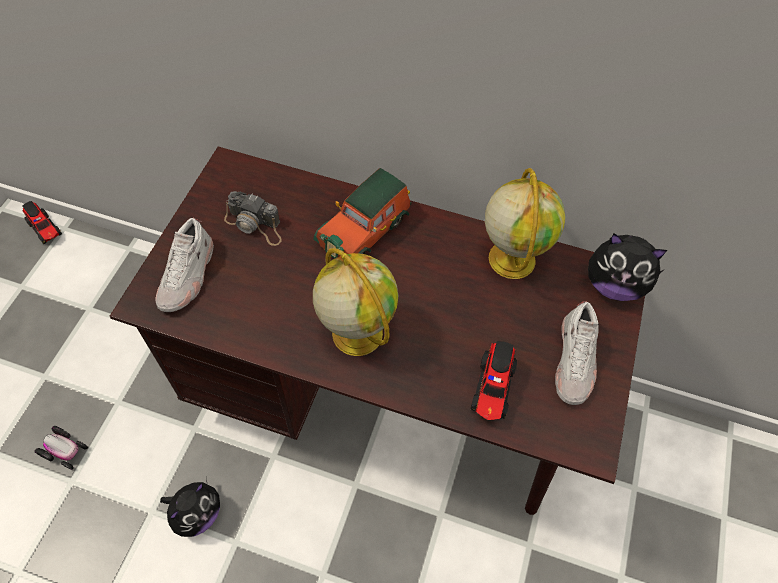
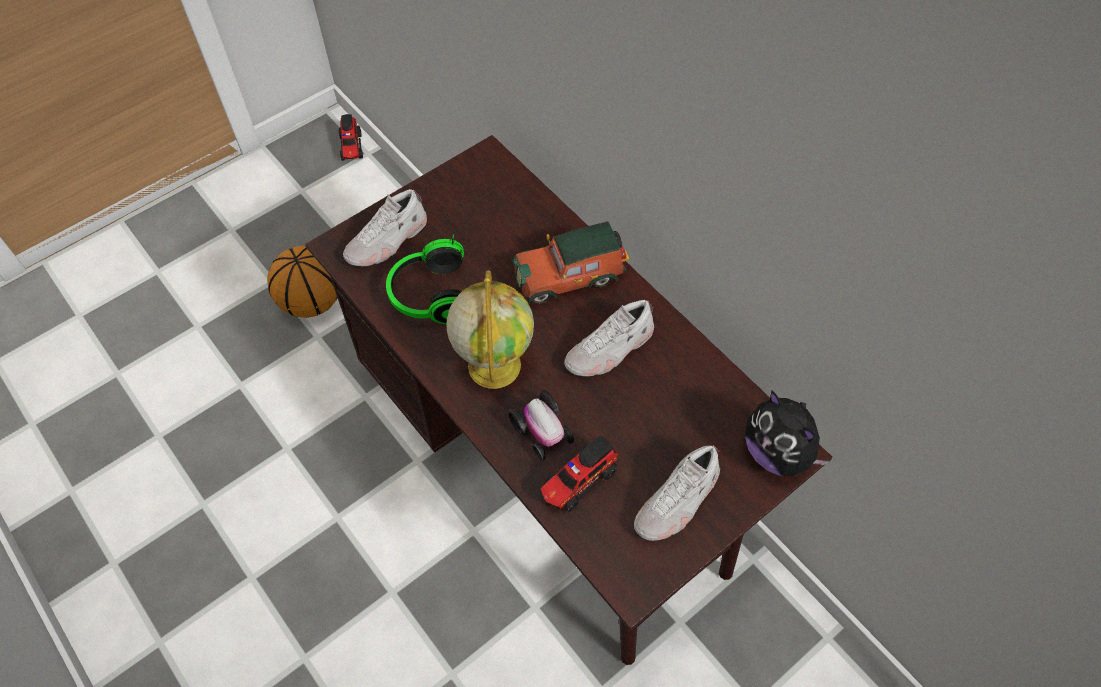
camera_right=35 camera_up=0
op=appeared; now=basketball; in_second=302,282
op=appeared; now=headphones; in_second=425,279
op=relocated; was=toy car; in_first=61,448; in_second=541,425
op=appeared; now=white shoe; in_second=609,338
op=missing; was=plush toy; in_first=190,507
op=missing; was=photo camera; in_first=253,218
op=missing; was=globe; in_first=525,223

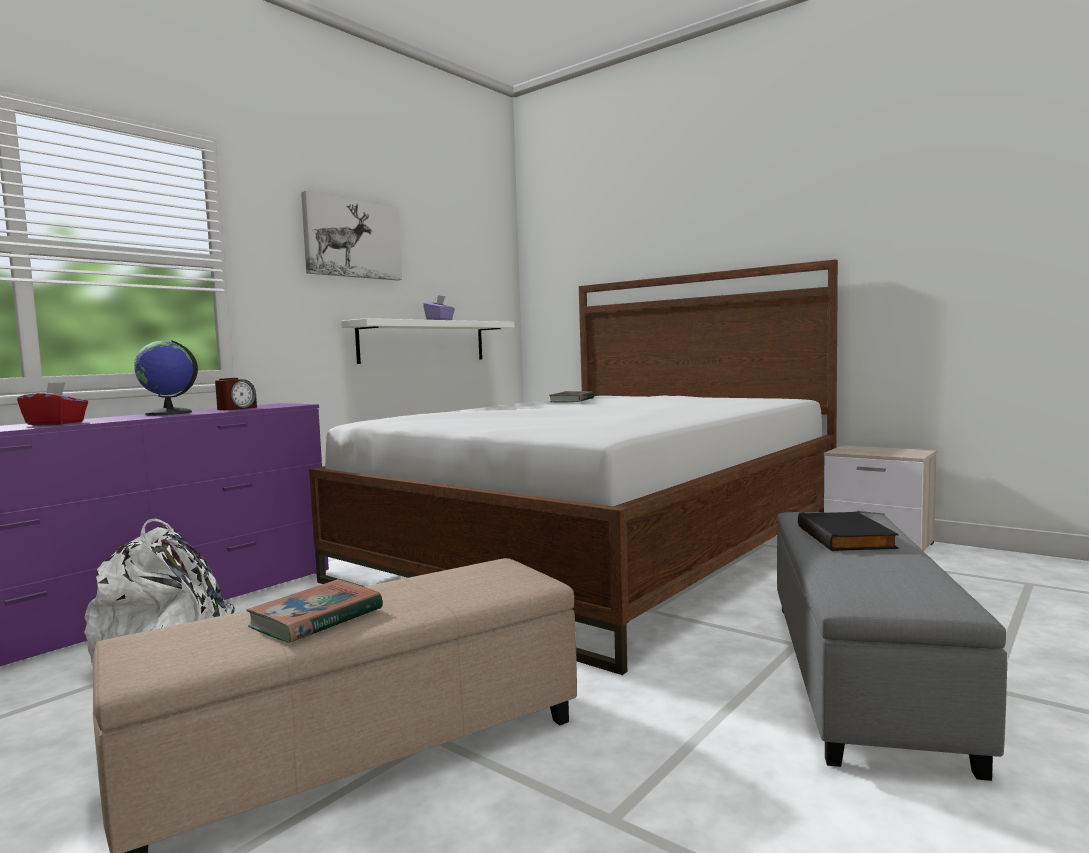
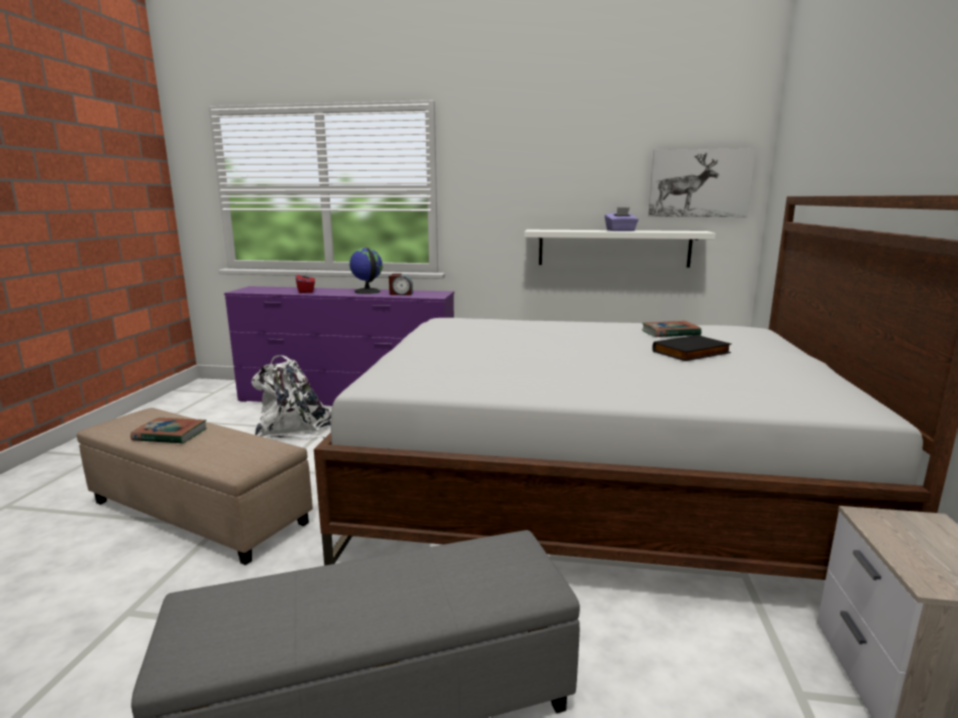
camera_right=60 camera_up=10
op=relocated; was=picture; in_first=351,235; in_second=702,182
op=relocated; was=black book; in_first=848,531; in_second=691,348

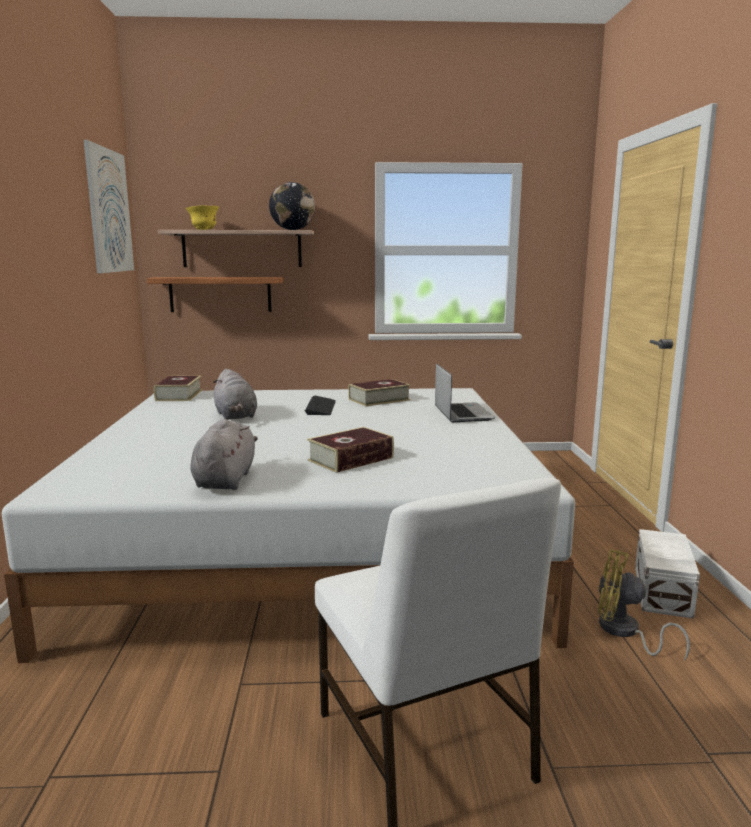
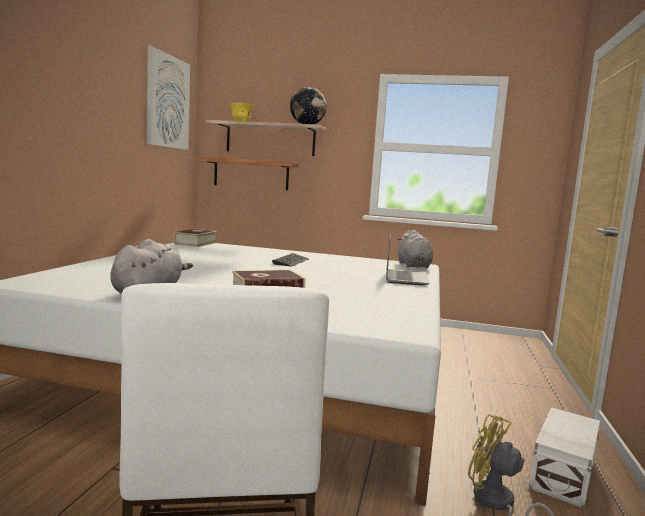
camera_right=15 camera_up=-5
op=relocated; was=grey plush toy; in_first=235,394; in_second=415,249
op=missing; was=book; in_first=379,392

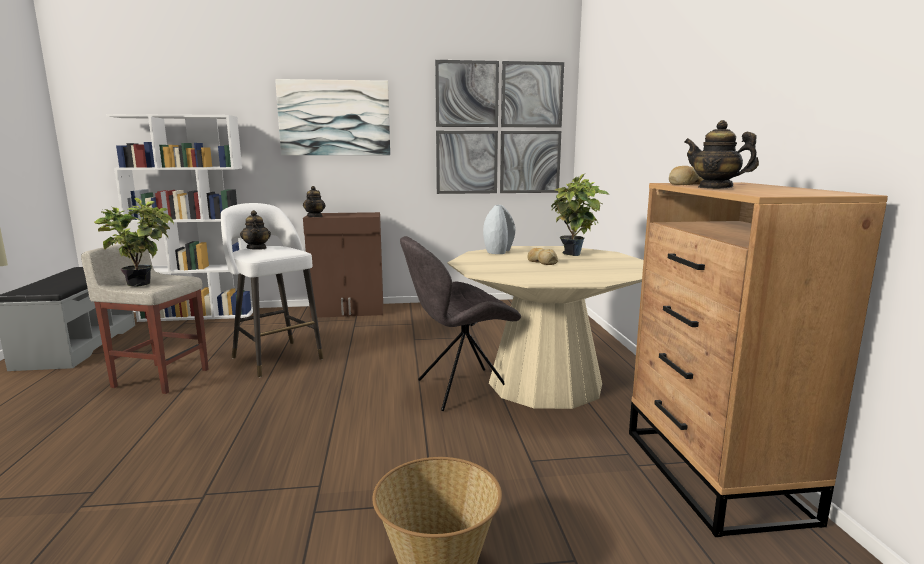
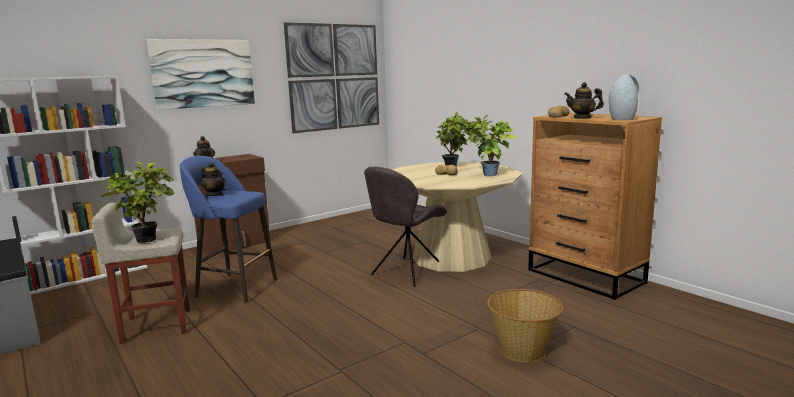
camera_right=-30 camera_up=0
op=colour; was=white stool; now=blue stool; in_first=272,290; in_second=228,229
op=appeared; now=potted plant; in_second=490,145
op=relocated; was=grey vase; in_first=499,229; in_second=624,97

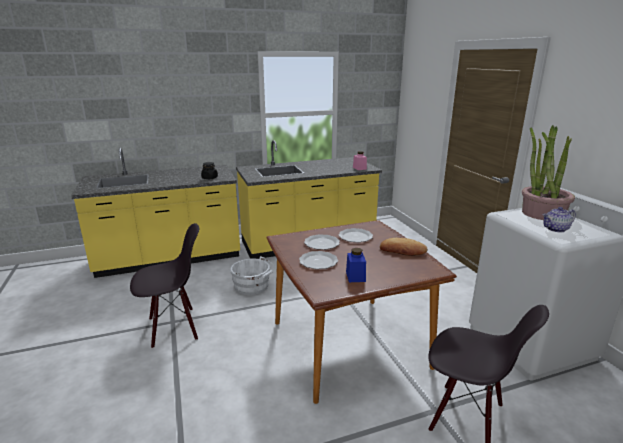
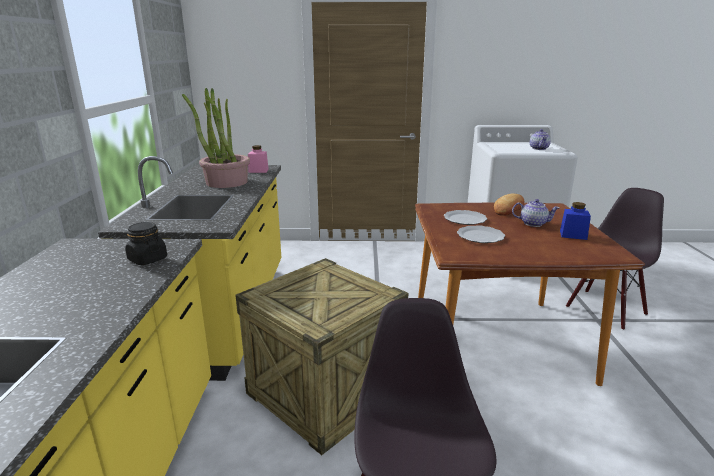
camera_right=-70 camera_up=0
op=relocated; was=potted plant; in_first=548,172; in_second=216,138
op=exchanged; was=white bucket; now=crate; in_first=252,275; in_second=321,356
op=appeared; now=teapot; in_second=535,213
op=missing; was=plate; in_first=318,260

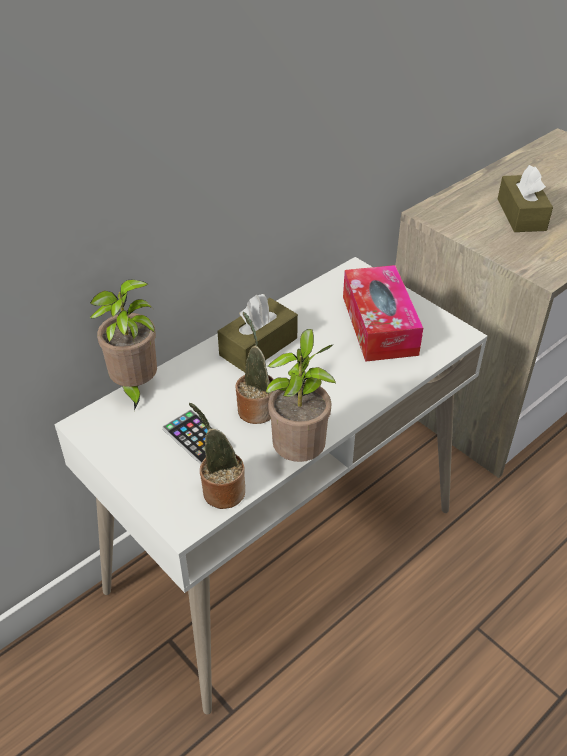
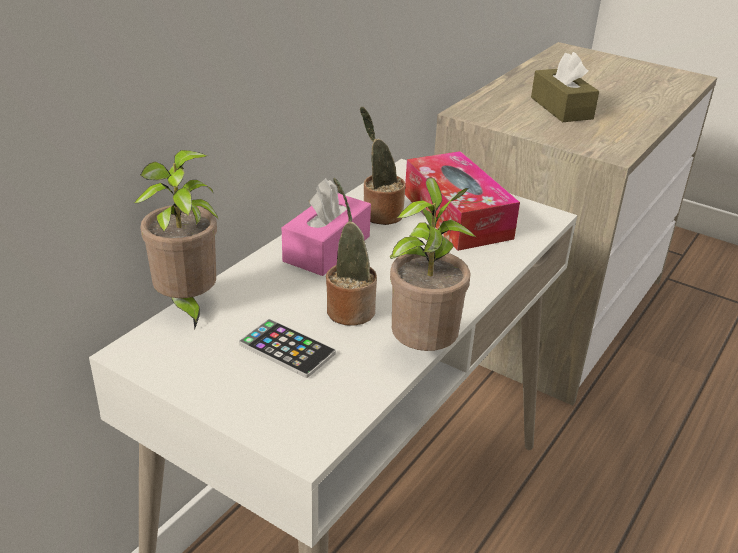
camera_right=-15 camera_up=-10
op=colour; was=brown tissue box; now=pink tissue box; in_first=257,333; in_second=326,227
op=relocated; was=potted plant; in_first=217,456; in_second=382,166

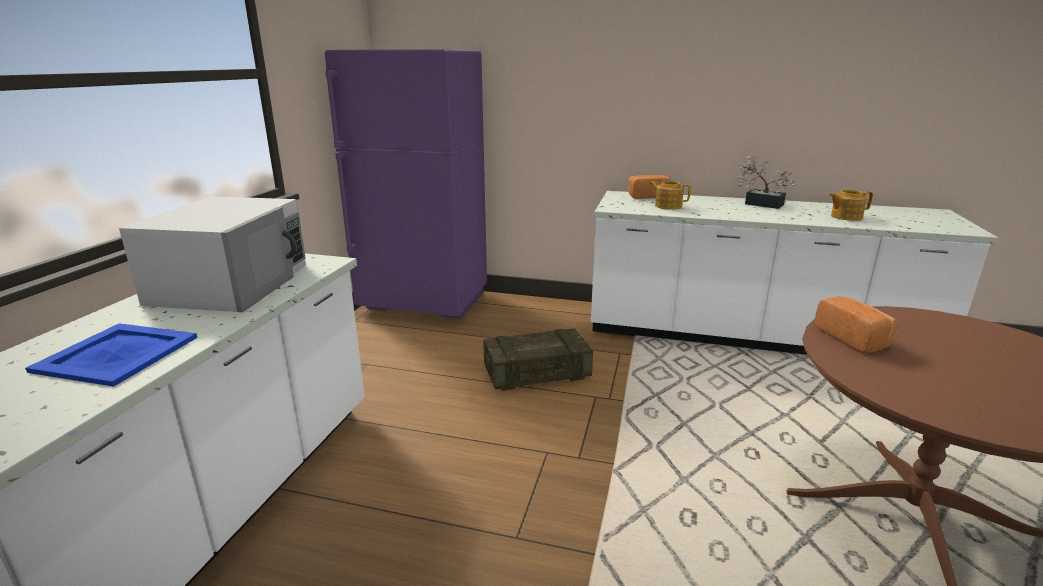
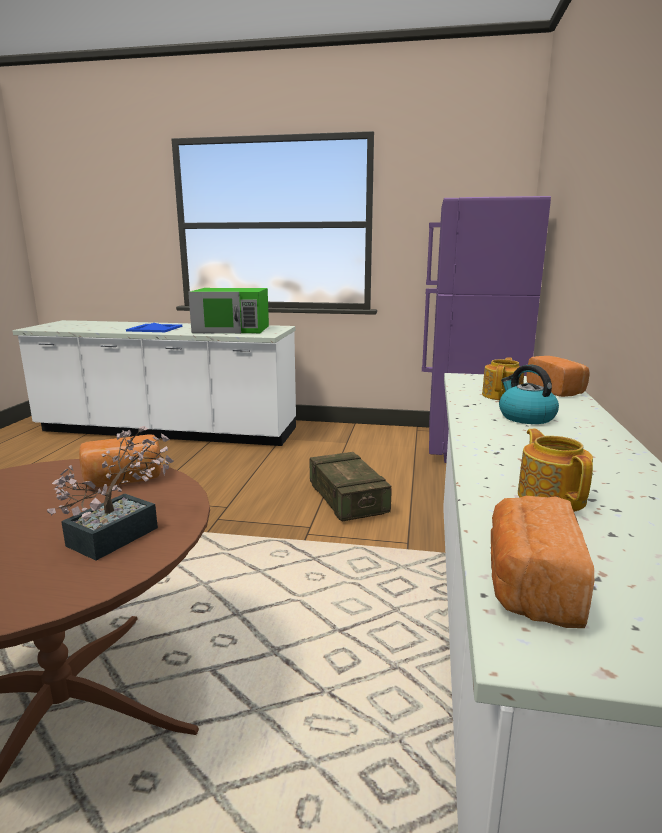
camera_right=85 camera_up=-5
op=relocated; was=potted plant; in_first=767,182; in_second=110,493
op=colour; was=white microwave; now=green microwave; in_first=212,254; in_second=228,311
op=appeared; now=bread; in_second=542,562
op=appeared; now=kettle; in_second=529,394

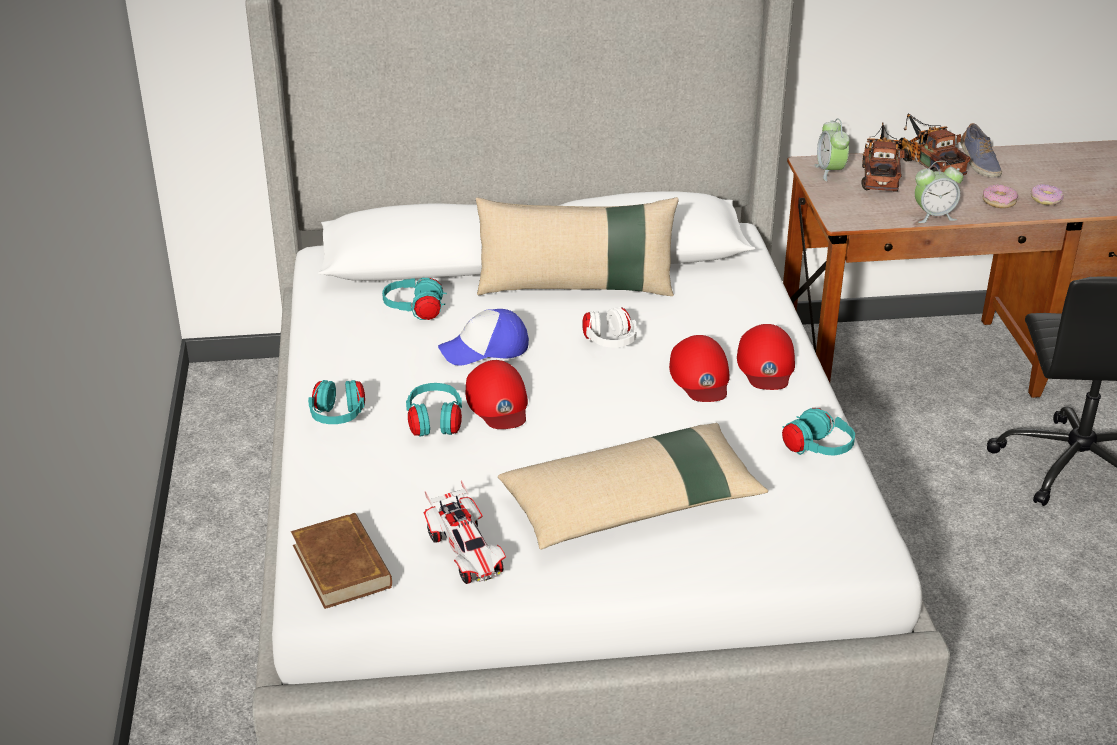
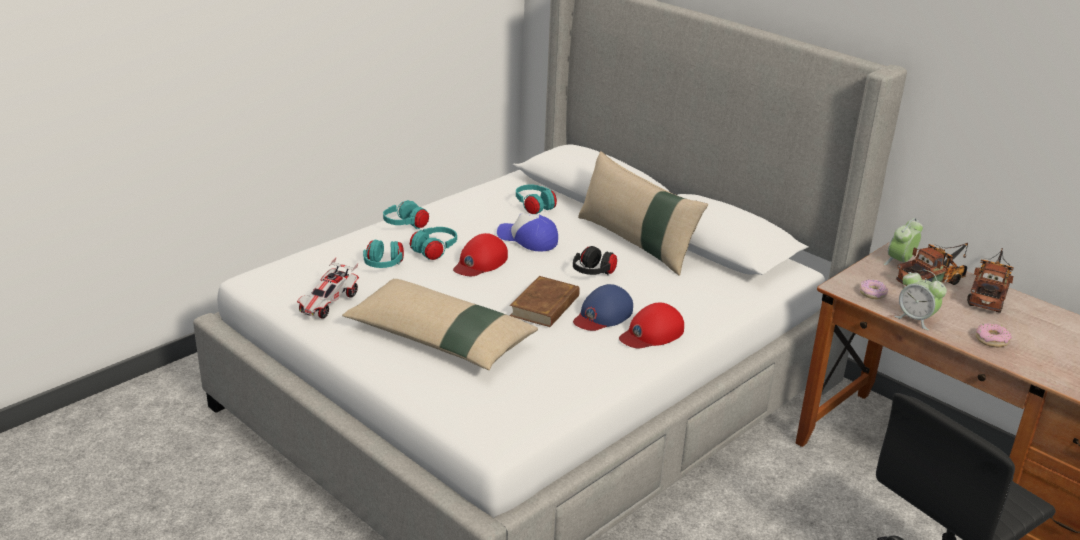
camera_right=50 camera_up=-5
op=relocated; was=turquoise headphones; in_first=818,432; in_second=383,254
op=relocated; was=brown book; in_first=341,561; in_second=545,301
op=colour; was=white headphones; now=black headphones; in_first=609,327; in_second=595,261
op=colour; was=red cap; now=blue cap; in_first=699,368; in_second=603,307
op=relocated; was=donut; in_first=1047,194; in_second=873,289
op=missing; was=shoe; in_first=981,150

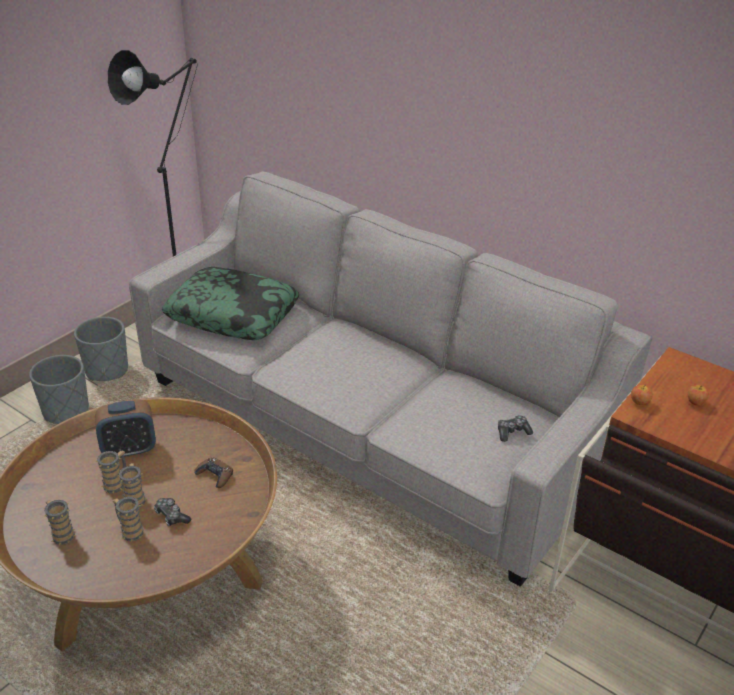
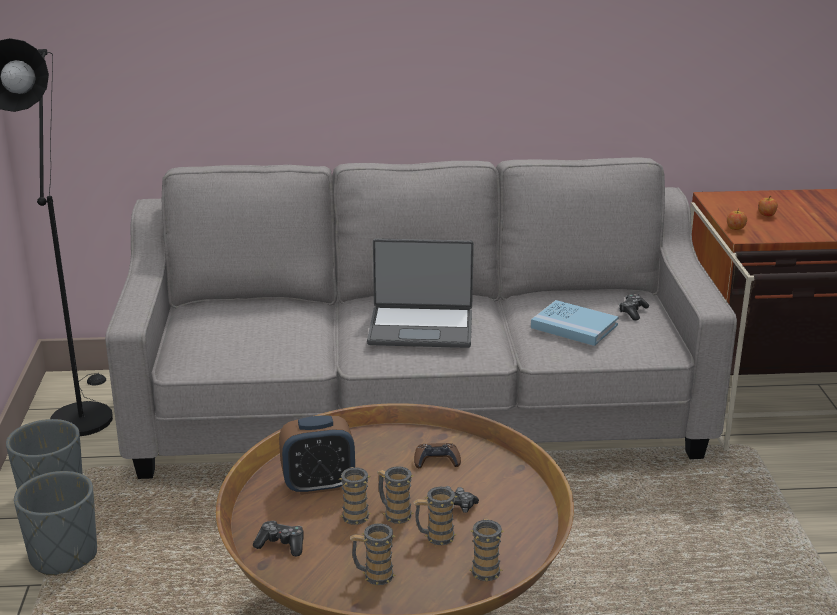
camera_right=-40 camera_up=-10
op=appeared; now=game controller; in_second=278,538
op=spun; was=alarm clock; in_first=125,429; in_second=317,455; clockwise=45
op=appeared; now=laptop; in_second=420,293
op=appeared; now=mug; in_second=487,549
op=appeared; now=blue book; in_second=574,323
op=missing; was=pillow; in_first=230,303

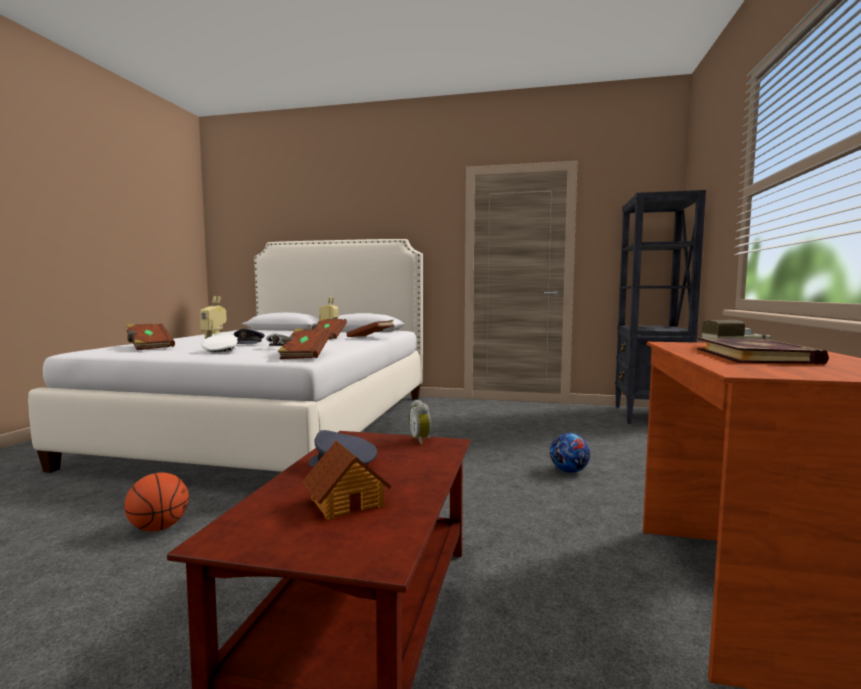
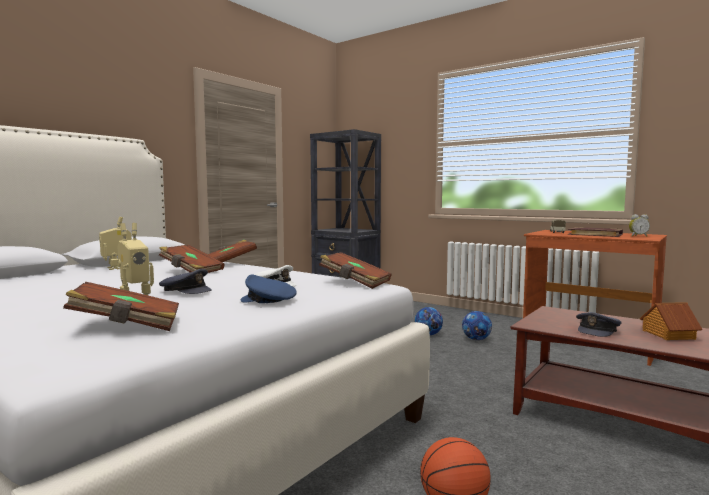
camera_right=-65 camera_up=0
op=colour; was=white cap; now=blue cap; in_first=219,343; in_second=269,288
op=appeared; now=football; in_second=477,325
op=relocated; was=alarm clock; in_first=420,422; in_second=639,225

